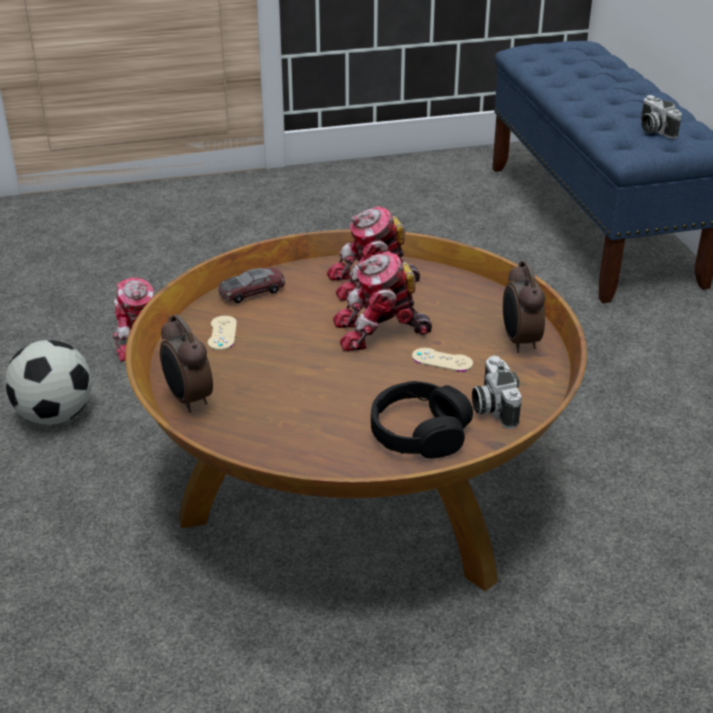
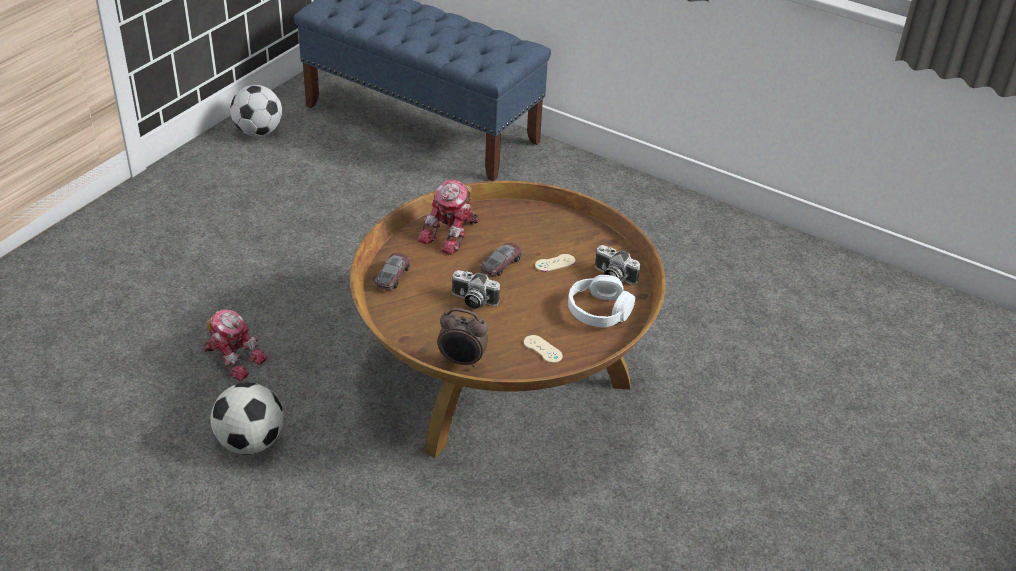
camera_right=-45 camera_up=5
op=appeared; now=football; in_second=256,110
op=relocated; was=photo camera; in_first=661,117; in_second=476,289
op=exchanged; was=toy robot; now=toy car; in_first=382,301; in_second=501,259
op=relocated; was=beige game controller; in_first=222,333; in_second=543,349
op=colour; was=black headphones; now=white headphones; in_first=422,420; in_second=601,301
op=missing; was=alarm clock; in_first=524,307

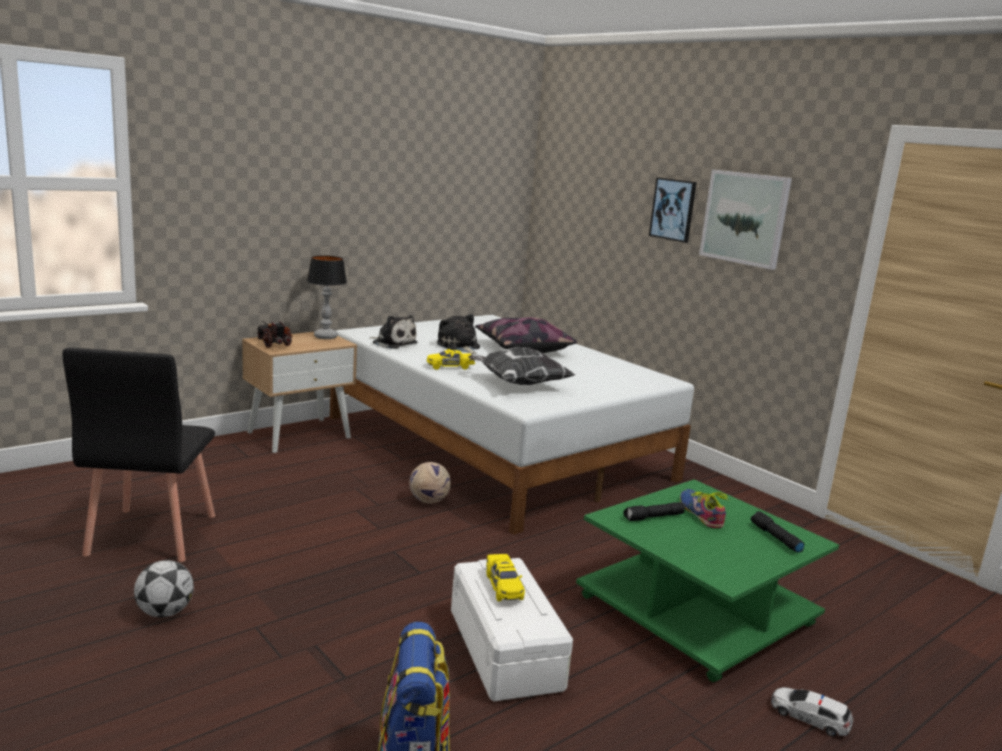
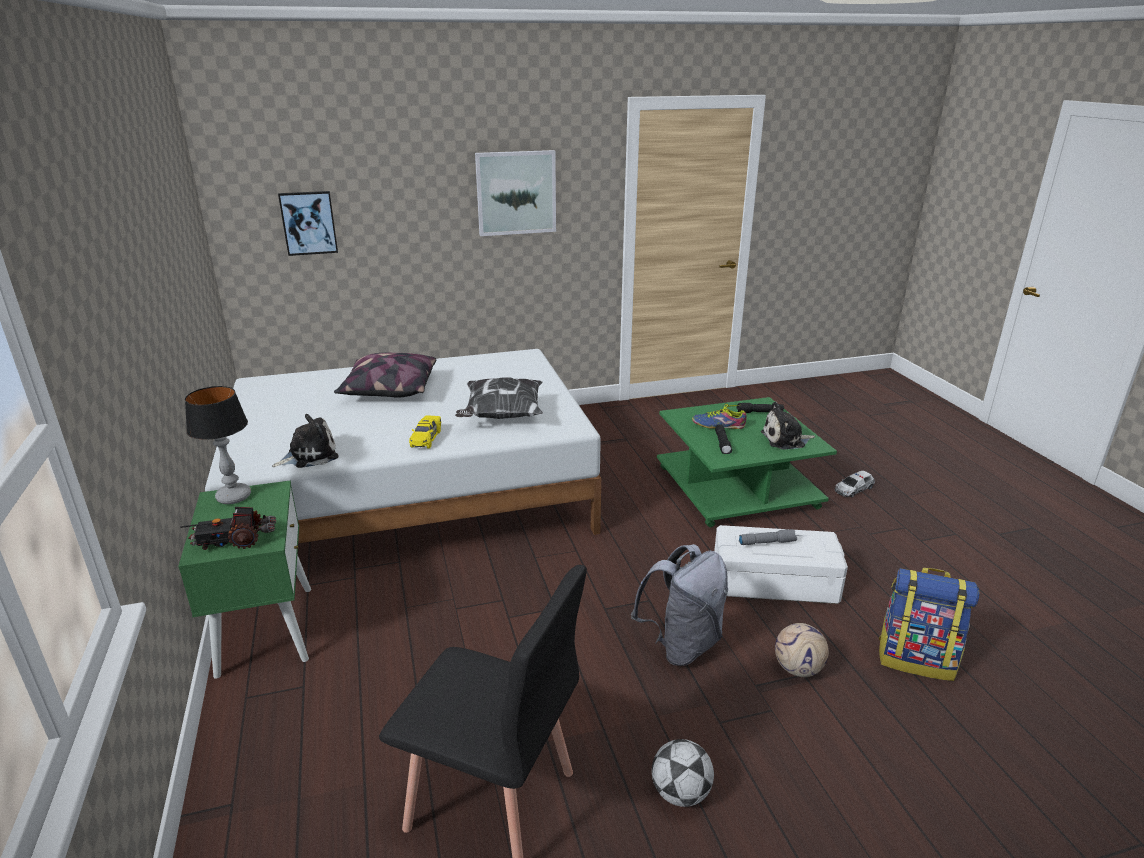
camera_right=-65 camera_up=10
op=colour; was=beige nightstand; now=green nightstand; in_first=299,392; in_second=244,579
op=relocated; was=picture; in_first=673,210; in_second=308,223
op=appeared; now=grey backpack; in_second=679,605
op=exchanged; was=yellow toy car; now=grey flashlight; in_first=505,577; in_second=768,537
op=relocated; was=plush toy; in_first=458,334; in_second=788,425
op=relocated; was=football; in_first=430,482; in_second=802,650

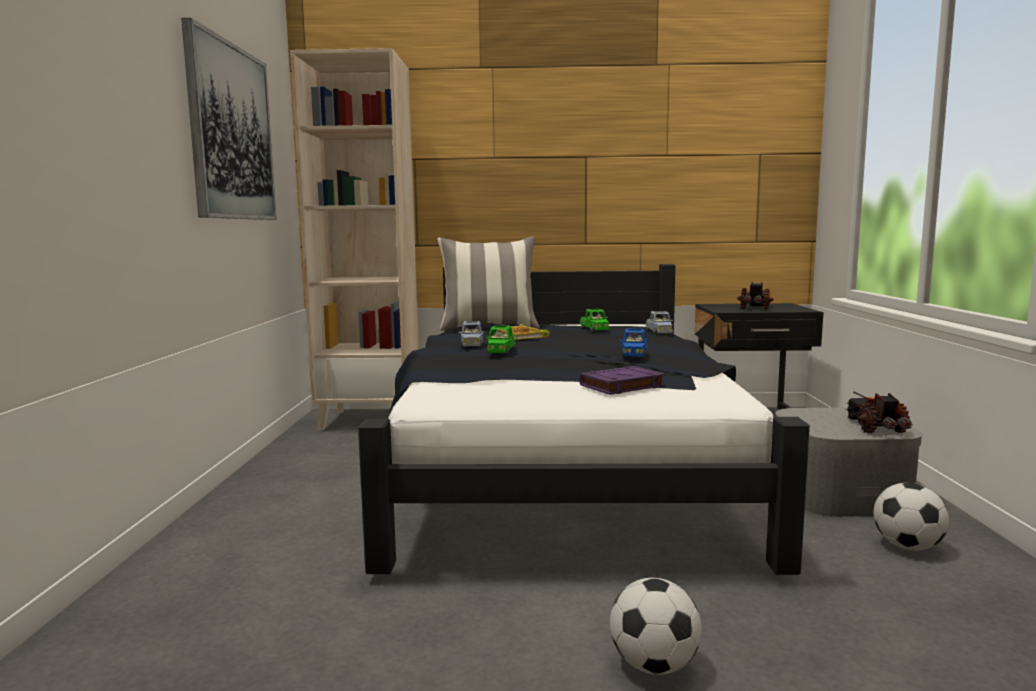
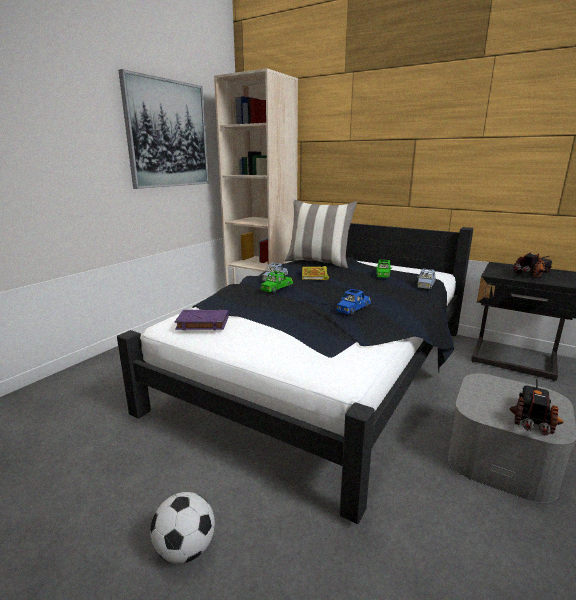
camera_right=30 camera_up=10
op=relocated; was=purple book; in_first=622,380; in_second=202,319
op=missing; was=football; in_first=911,516

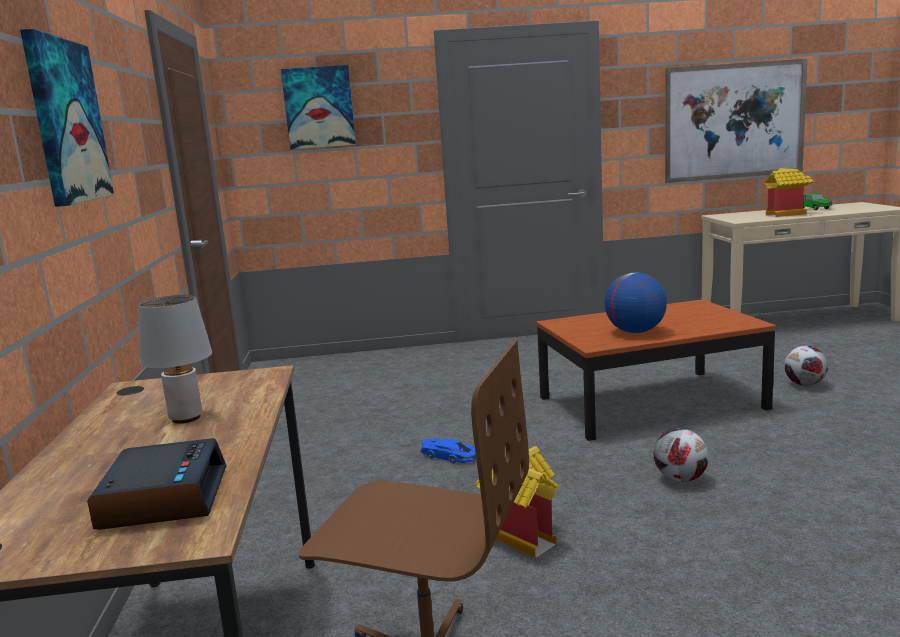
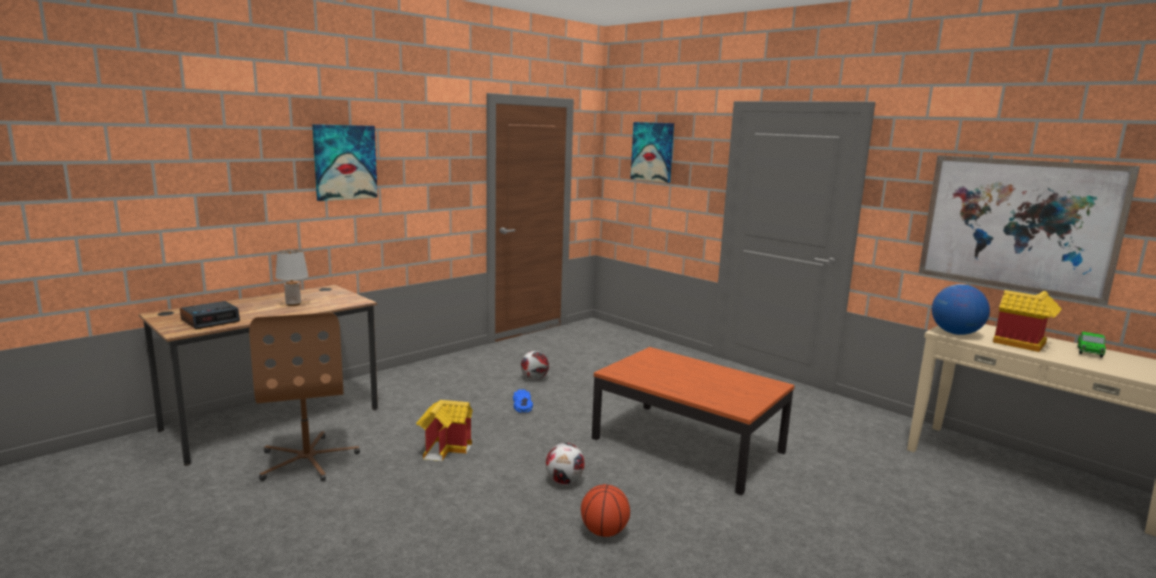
camera_right=50 camera_up=0
op=relocated; was=football; in_first=806,366; in_second=535,365
op=appeared; now=basketball; in_second=605,510
op=relocated; was=globe; in_first=635,303; in_second=961,309

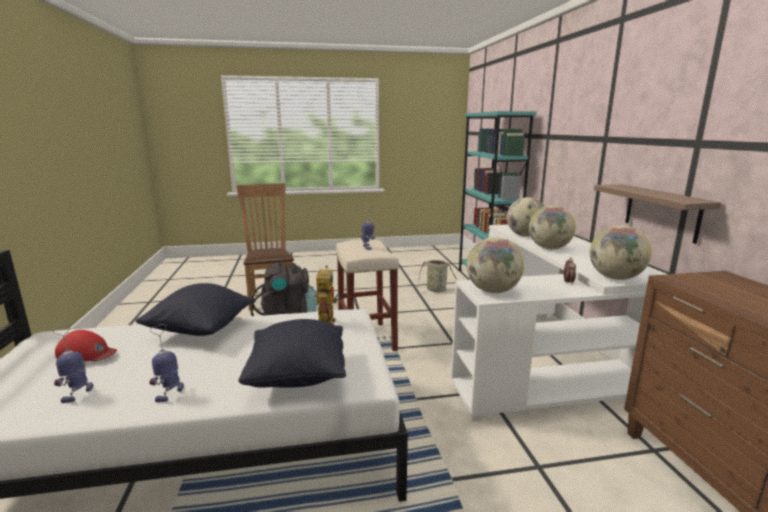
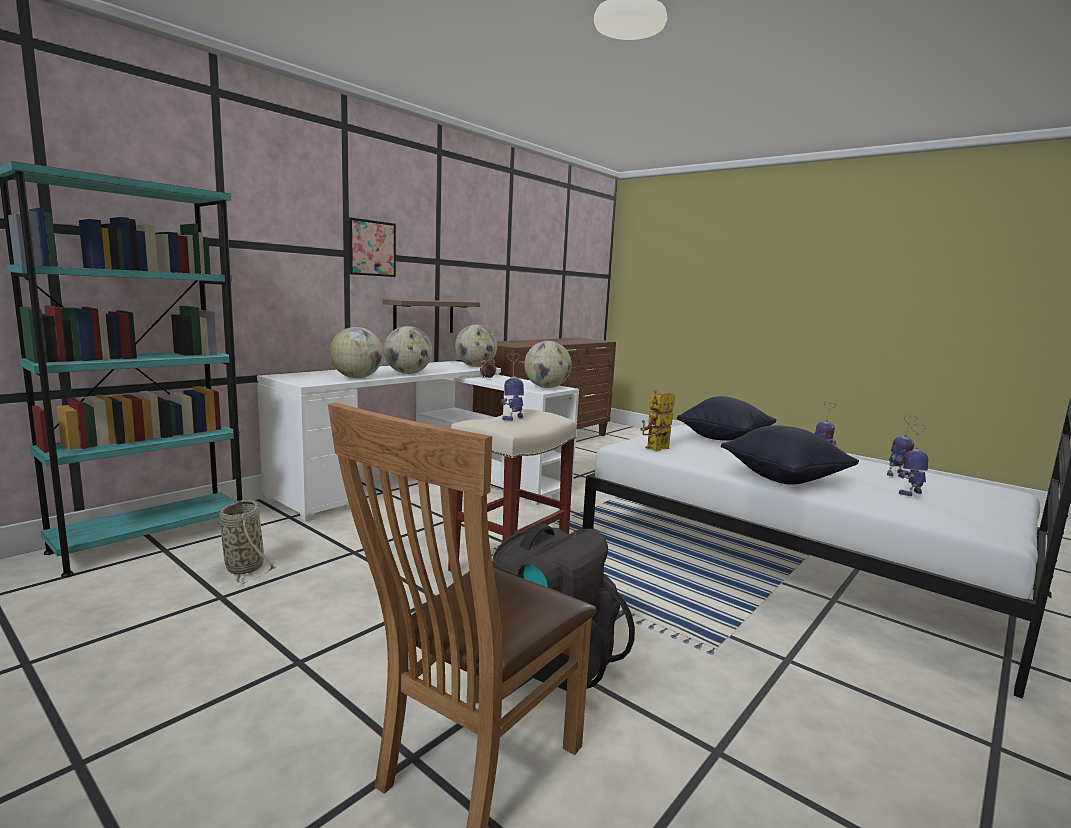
camera_right=-130 camera_up=-5
op=appeared; now=picture; in_second=372,247
op=exchanged; was=red cap; now=toy robot; in_first=86,345; in_second=913,460

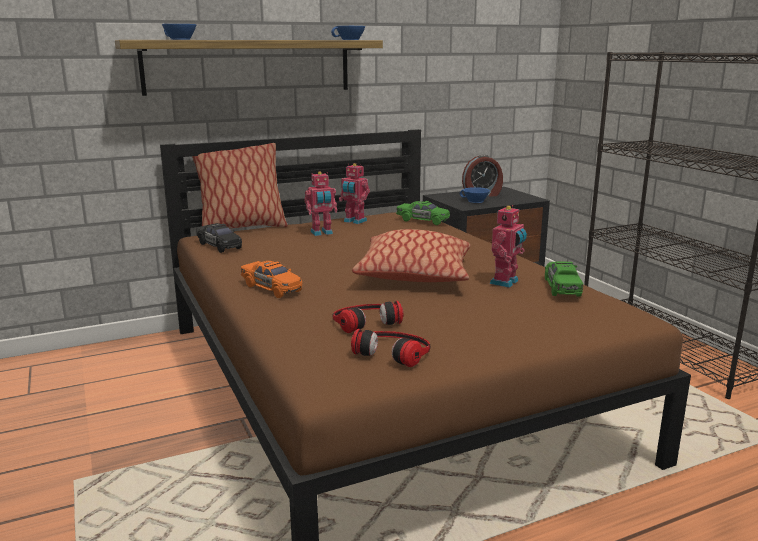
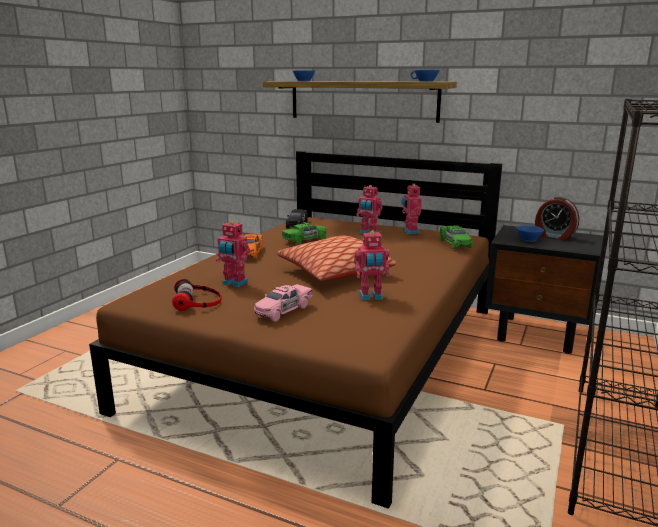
camera_right=50 camera_up=0
op=exchanged; was=headphones; now=toy robot; in_first=368,317; in_second=233,254
op=appeared; now=pink toy car; in_second=283,303
op=relocated; was=green toy car; in_first=564,279; in_second=304,233
op=missing; was=pillow; in_first=240,186

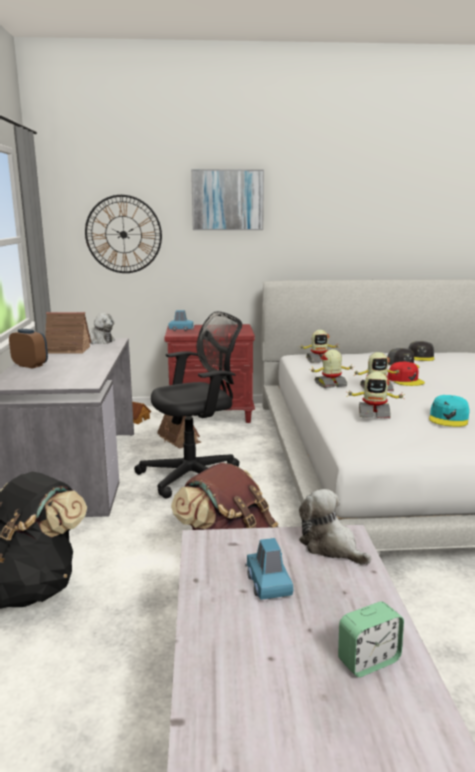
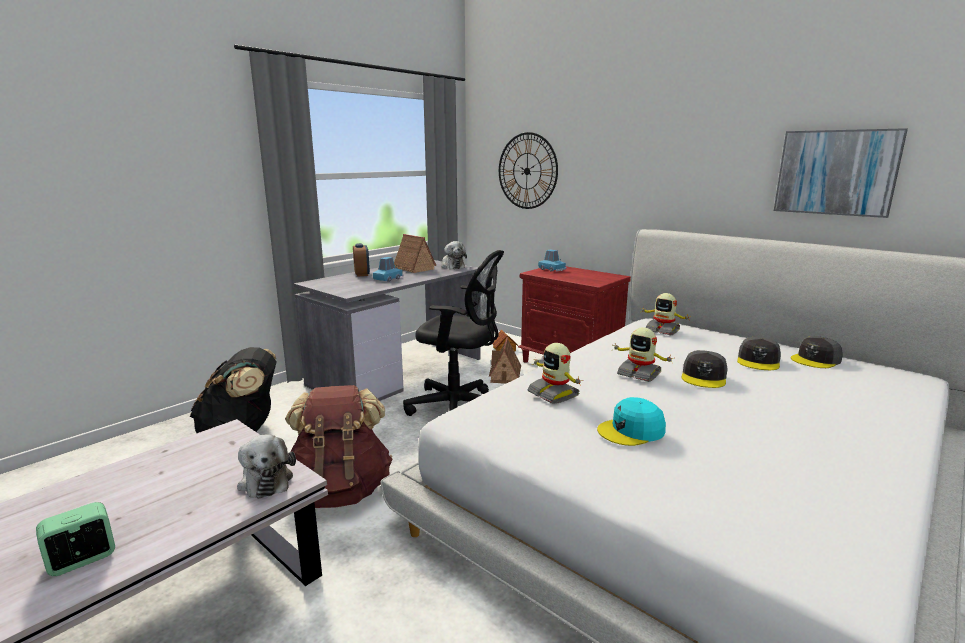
camera_right=45 camera_up=0
op=spun; was=alarm clock; in_first=371,639; in_second=75,539; clockwise=120
op=spun; was=plush toy; in_first=335,527; in_second=266,466; clockwise=150
op=relocated; was=blue toy car; in_first=269,569; in_second=388,269
op=colour; was=red cap; now=grey cap; in_first=406,374; in_second=704,369
op=relocated; was=picture; in_first=227,199; in_second=841,173
op=missing; was=toy robot; in_first=332,368

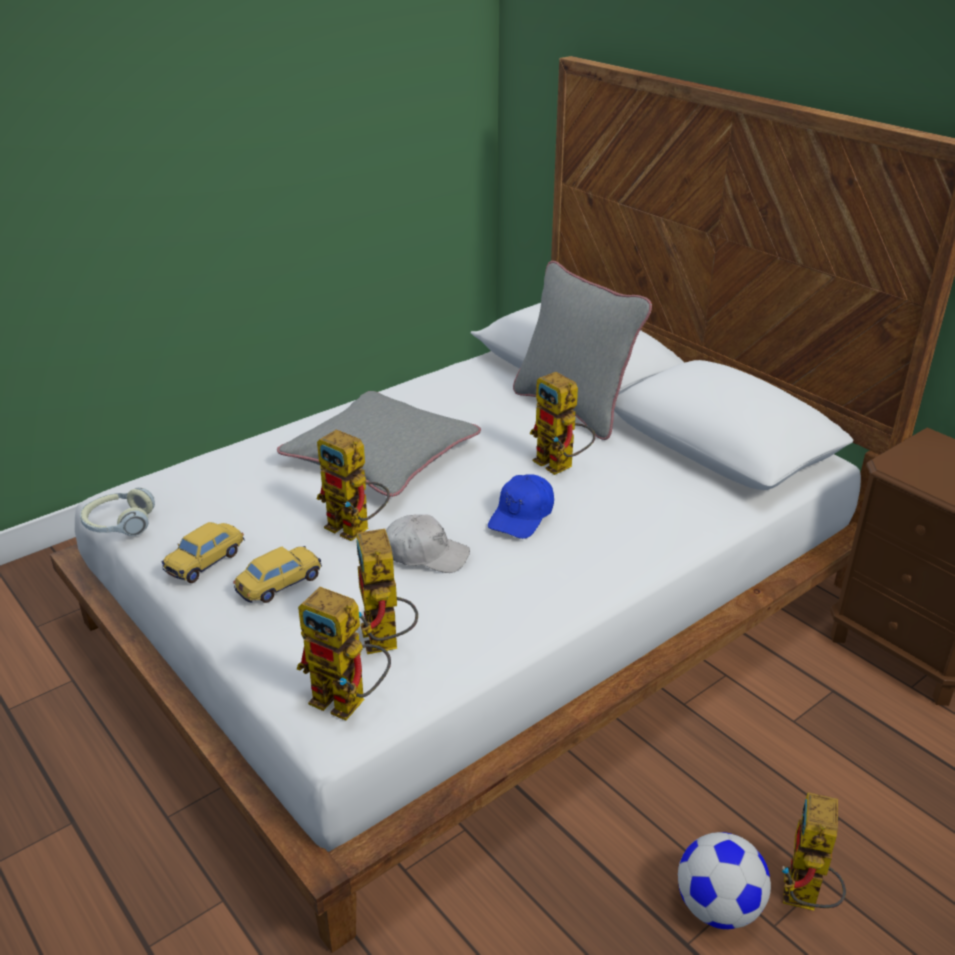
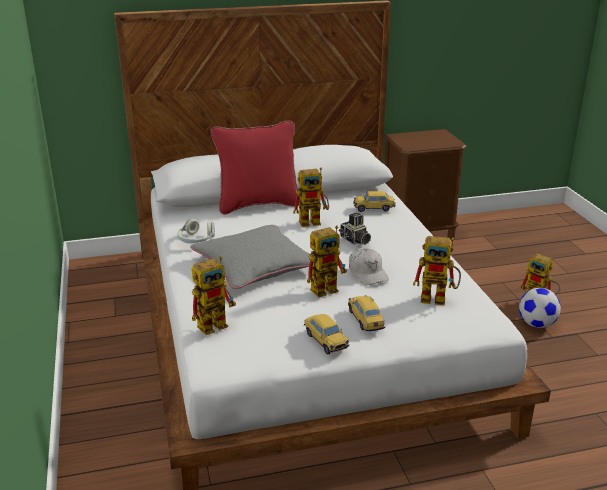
camera_right=-65 camera_up=-5
op=relocated; was=headphones; in_first=117,512; in_second=196,231
op=relocated; was=toy robot; in_first=344,654; in_second=214,295
op=colour; was=grey pillow; now=red pillow; in_first=582,350; in_second=255,167
op=exchanged; was=blue cap; now=photo camera; in_first=521,506; in_second=355,229
op=spun; was=white cap; in_first=428,543; in_second=369,266; clockwise=120
op=appeared; now=toy car; in_second=374,201

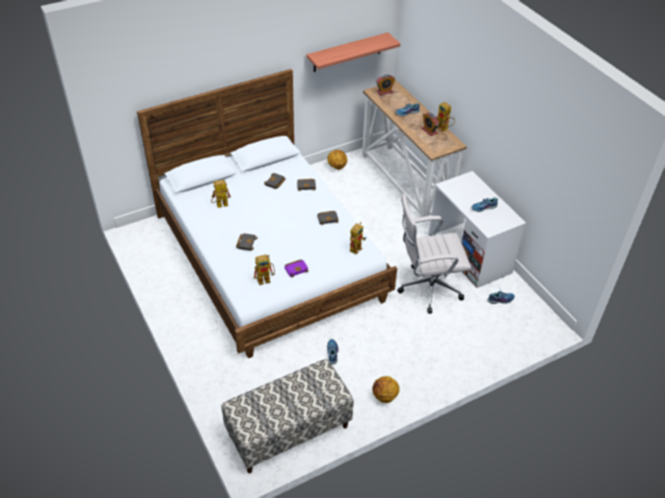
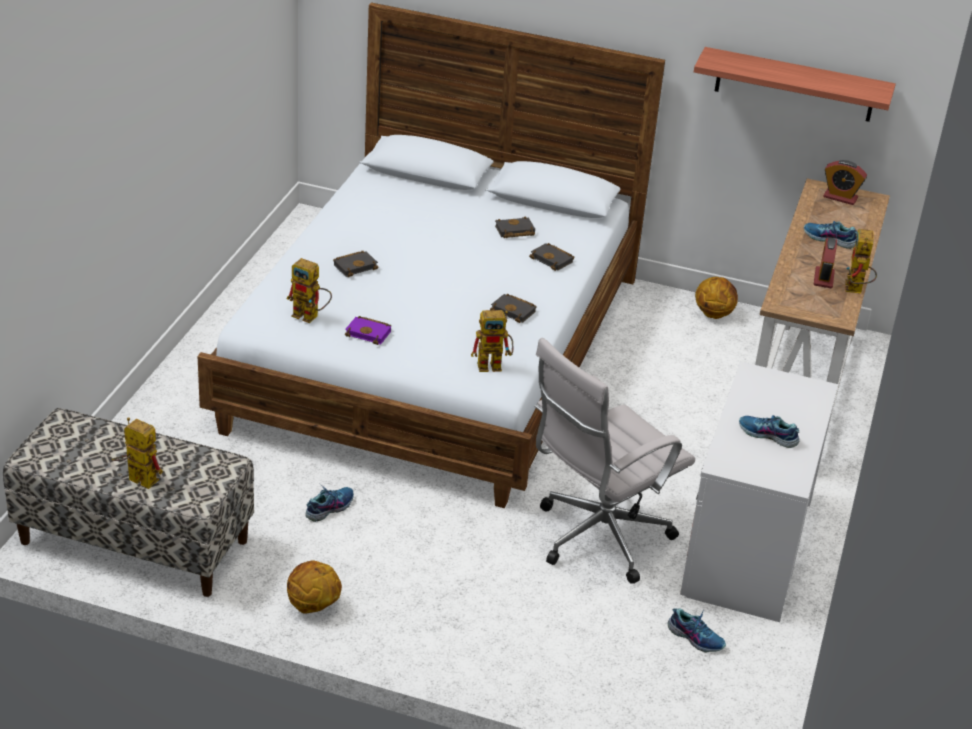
camera_right=45 camera_up=-10
op=relocated; was=toy robot; in_first=221,194; in_second=137,453
op=spun; was=white office chair; in_first=434,254; in_second=614,461; clockwise=-75

